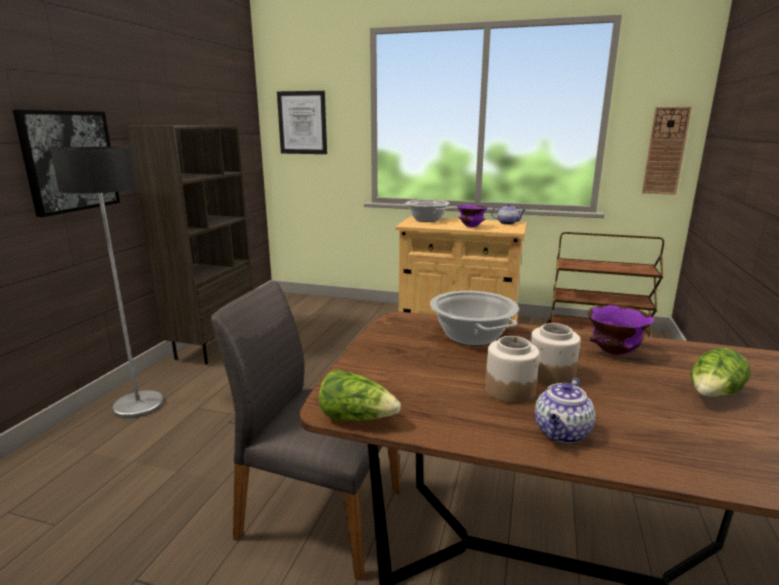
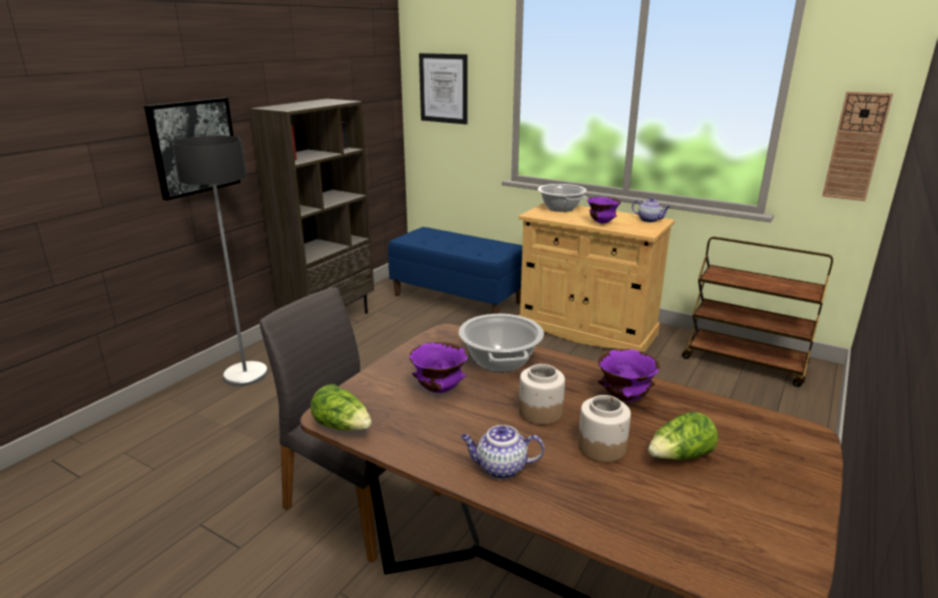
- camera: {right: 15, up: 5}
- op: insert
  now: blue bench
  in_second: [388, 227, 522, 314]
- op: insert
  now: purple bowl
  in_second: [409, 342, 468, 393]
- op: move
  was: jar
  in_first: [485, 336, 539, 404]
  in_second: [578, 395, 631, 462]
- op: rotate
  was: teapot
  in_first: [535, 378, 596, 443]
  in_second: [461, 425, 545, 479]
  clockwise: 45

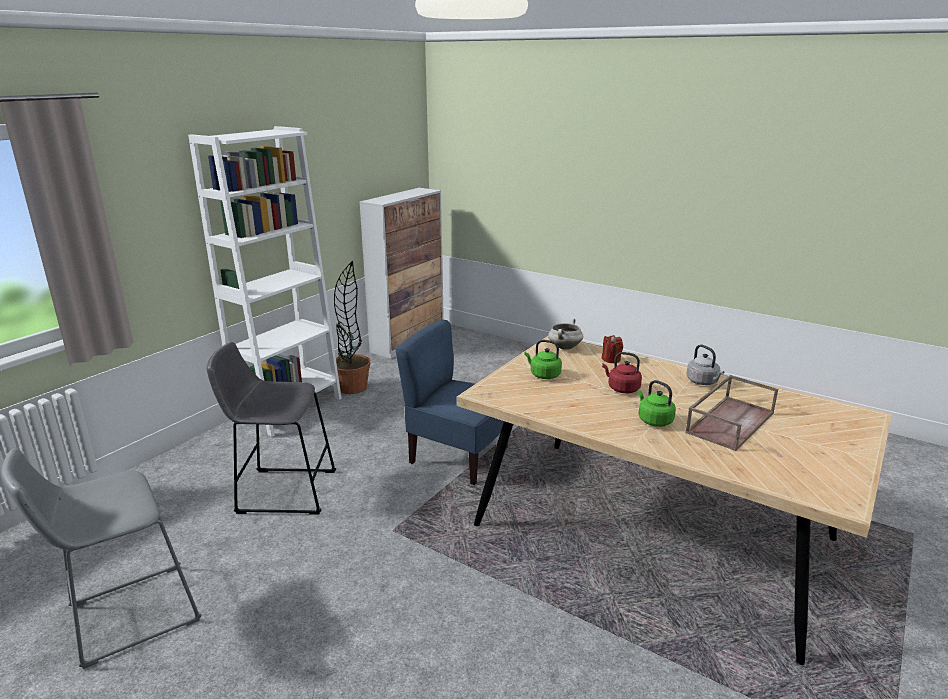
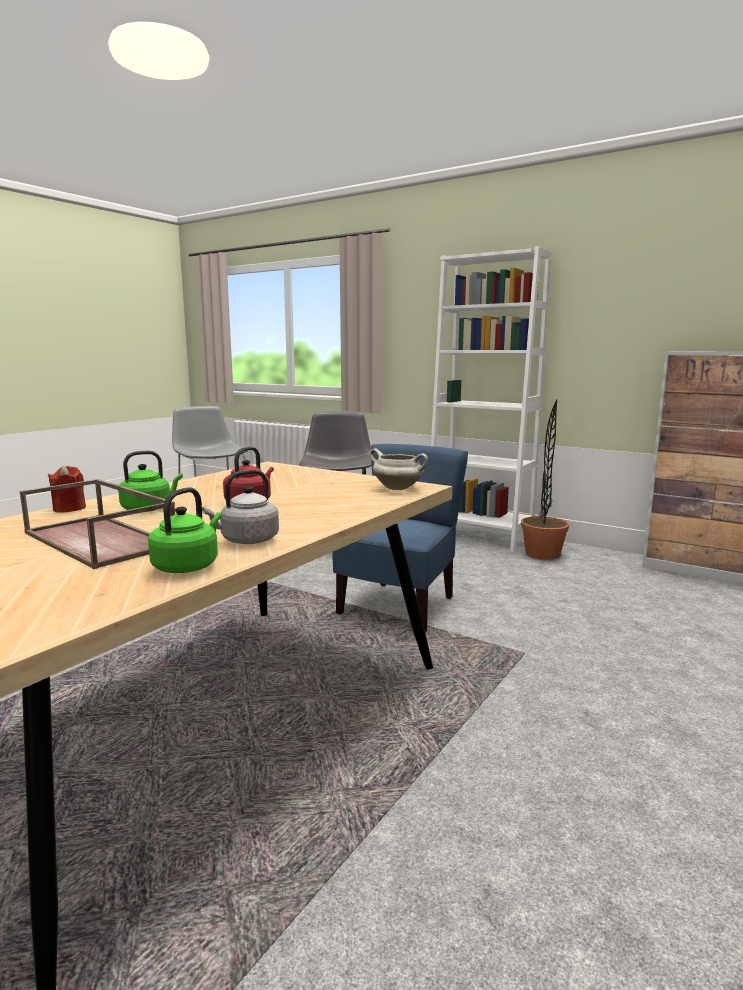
- camera: {right: 90, up: -10}
- op: move
  was: green kettle
  in_first: [524, 340, 562, 379]
  in_second: [148, 487, 221, 573]
- op: move
  was: red candle
  in_first: [602, 335, 623, 363]
  in_second: [48, 465, 86, 513]

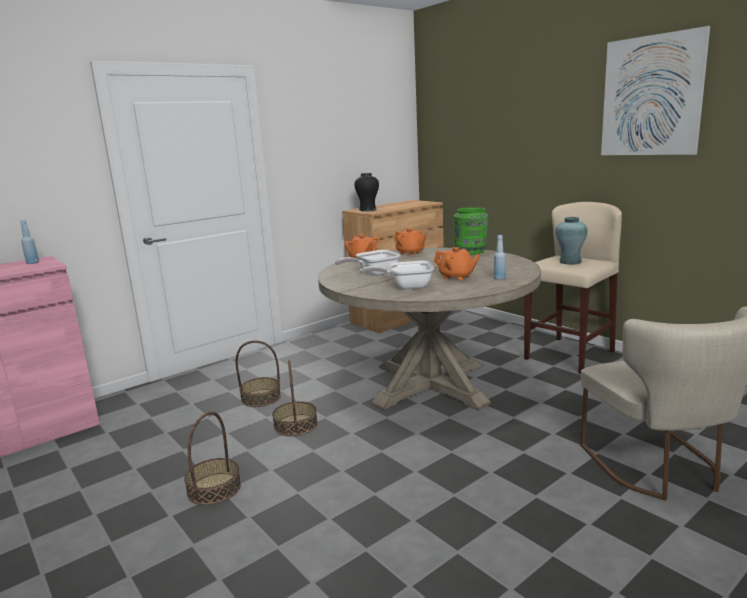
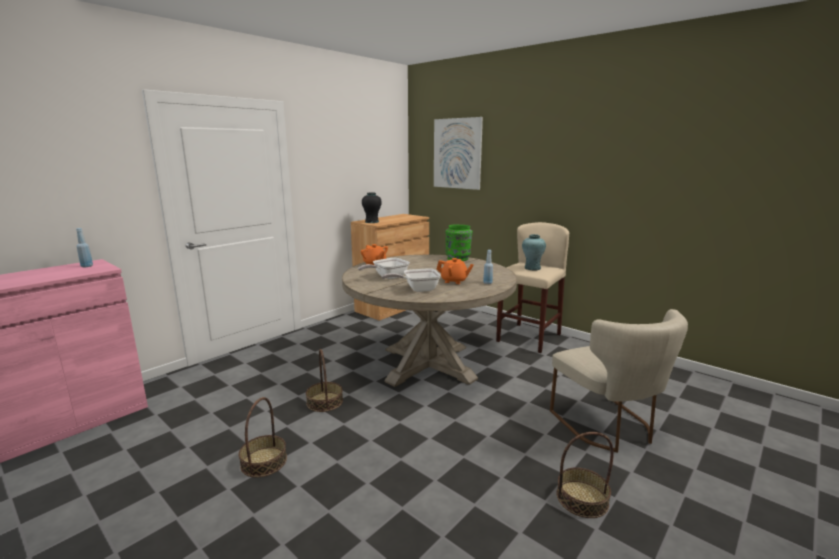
- camera: {right: -10, up: 0}
- op: delete
  was: orange teapot
  in_first: [394, 228, 427, 255]
- op: move
  was: basket
  in_first: [236, 341, 281, 407]
  in_second: [557, 432, 614, 518]
- op: move
  was: picture
  in_first: [601, 26, 710, 155]
  in_second: [434, 117, 483, 190]

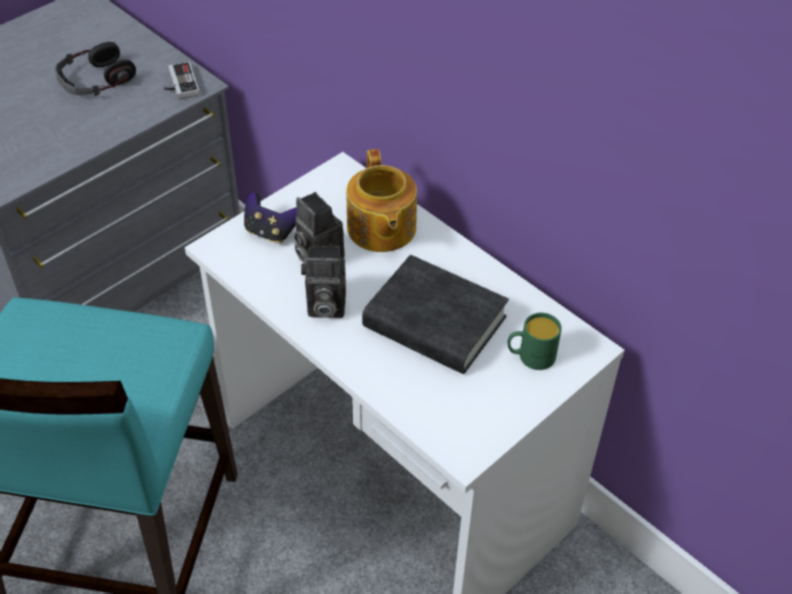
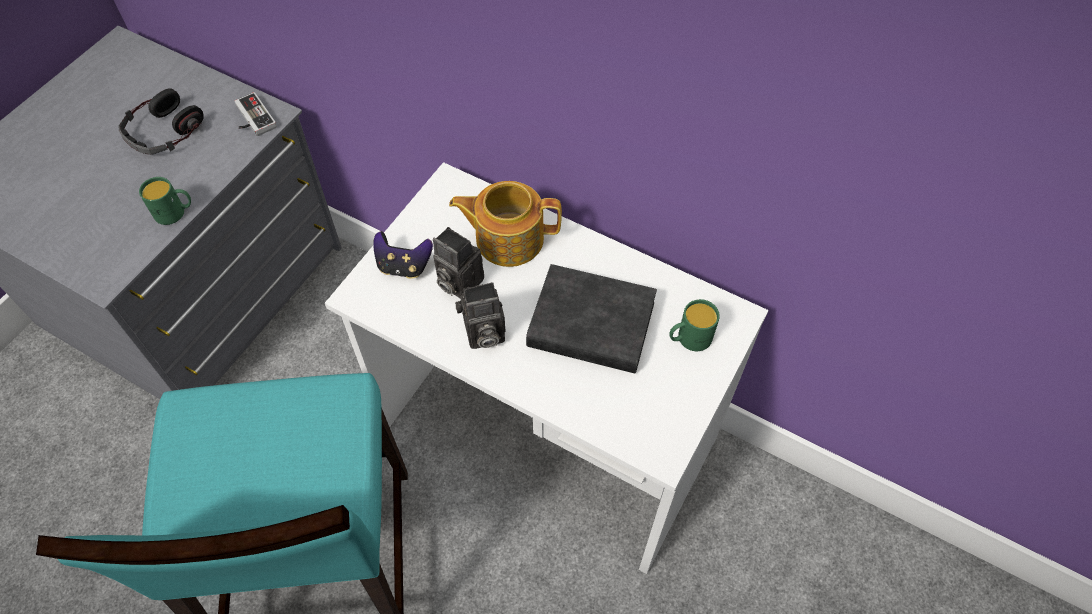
- camera: {right: -15, up: 10}
- op: insert
  now: green mug
  in_second: [139, 177, 191, 225]
- op: rotate
  was: teapot
  in_first: [346, 149, 417, 252]
  in_second: [449, 181, 562, 267]
  clockwise: 120

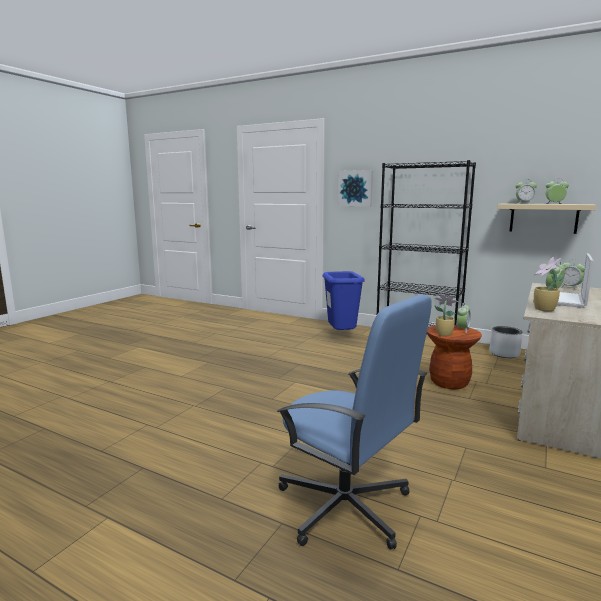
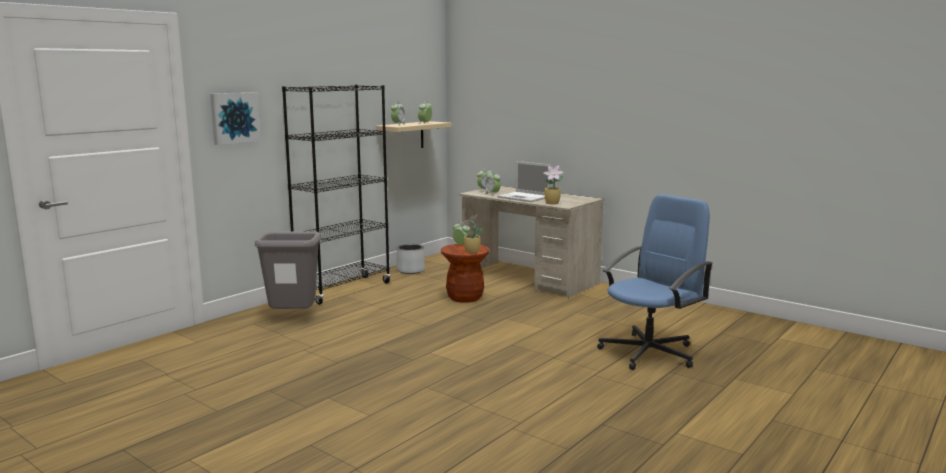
- camera: {right: -80, up: 0}
- op: recolor
  was: blue trash can
  now: grey trash can
  in_first: [323, 271, 365, 330]
  in_second: [255, 231, 321, 309]

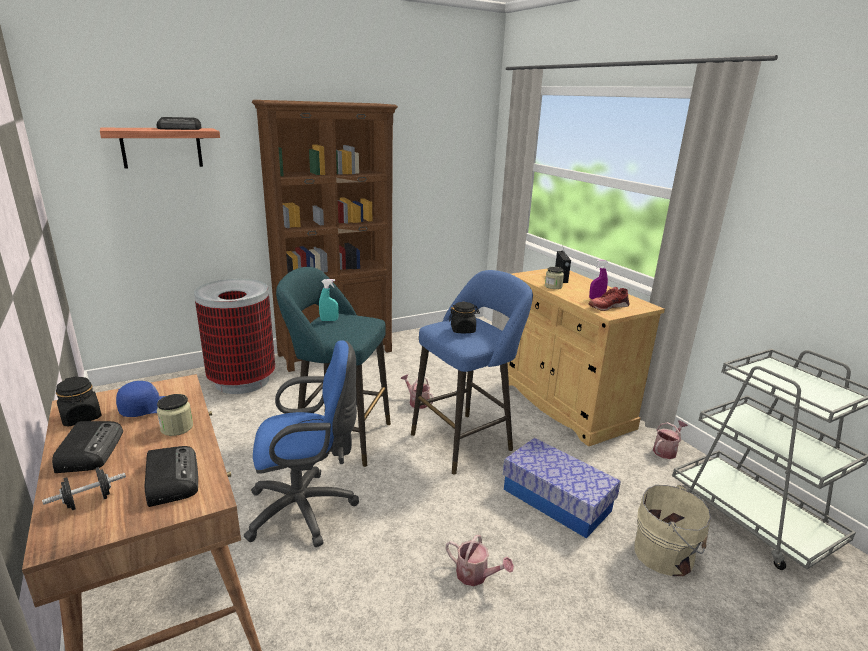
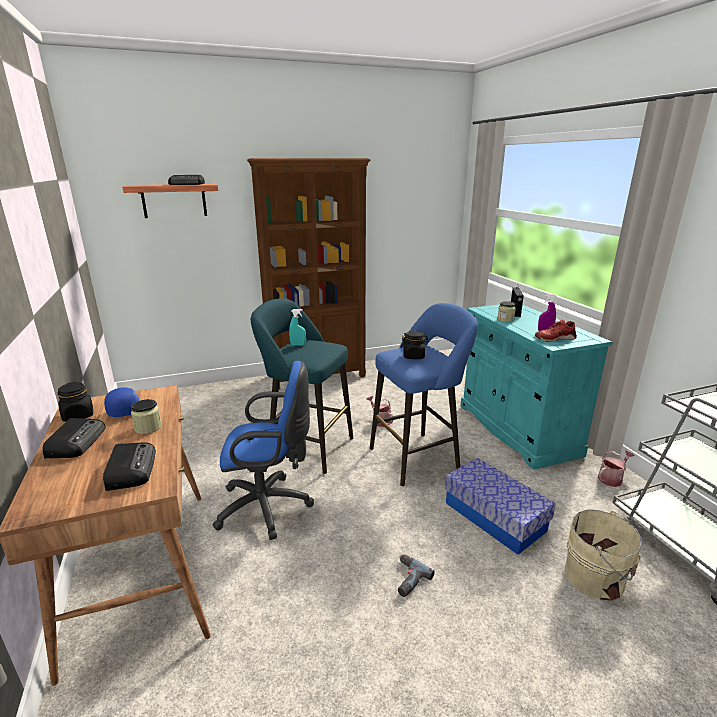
- camera: {right: 10, up: 0}
- op: delete
  was: black dumbbell
  in_first: [42, 467, 126, 510]
- op: delete
  was: trash can
  in_first: [194, 279, 275, 394]
- op: replace
  was: watering can
  now: power drill
  in_first: [446, 535, 514, 586]
  in_second: [398, 554, 435, 597]
- op: recolor
  was: beige cabinet
  now: turquoise cabinet
  in_first: [508, 268, 665, 446]
  in_second: [460, 304, 612, 470]

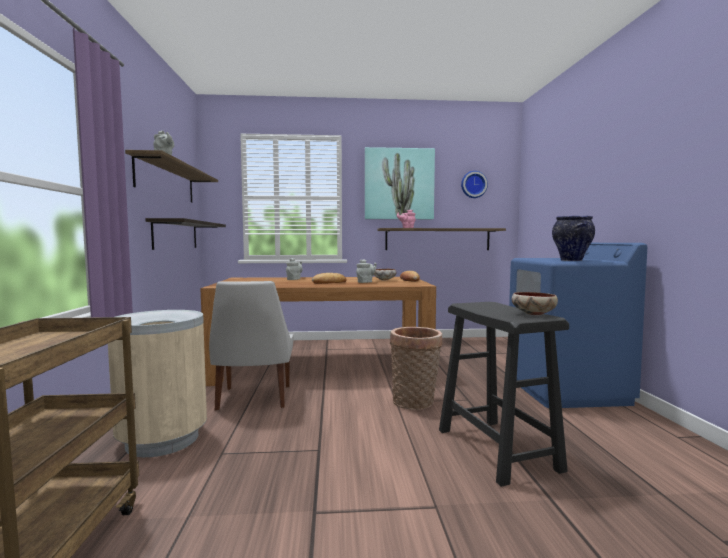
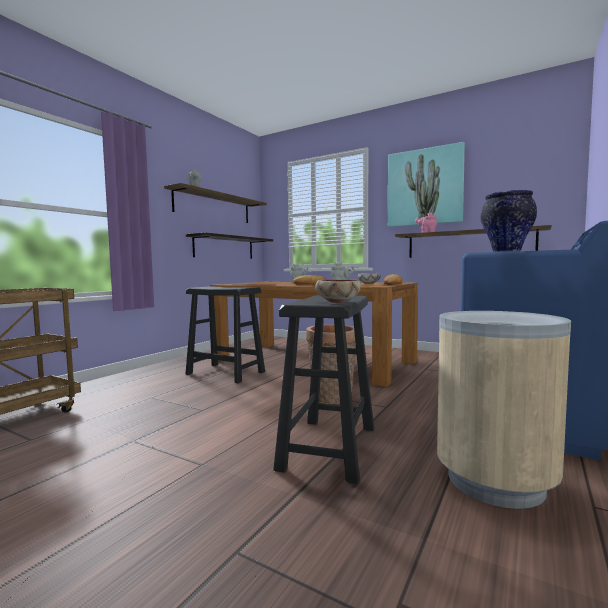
- camera: {right: 35, up: 0}
- op: delete
  was: wall clock
  in_first: [461, 171, 488, 198]
- op: move
  was: beige trash can
  in_first: [108, 310, 207, 457]
  in_second: [437, 311, 571, 509]
- op: replace
  was: white chair
  now: black stool
  in_first: [209, 281, 294, 411]
  in_second: [186, 287, 265, 383]

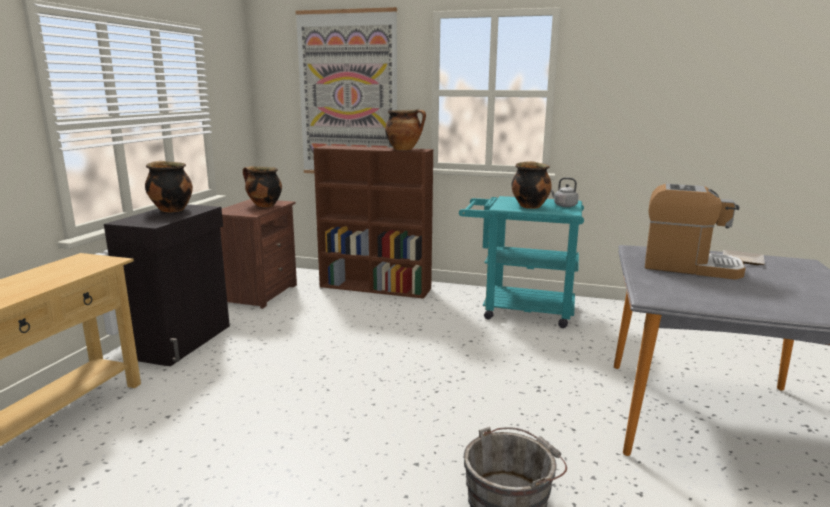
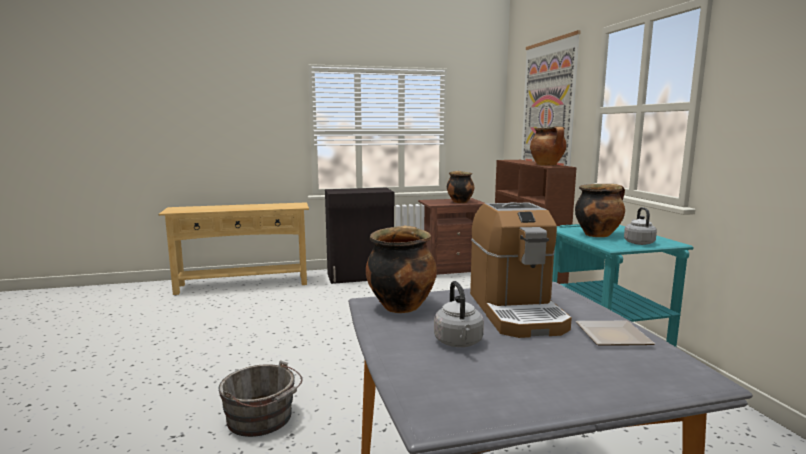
- camera: {right: 60, up: -5}
- op: insert
  now: grey kettle
  in_second: [434, 281, 484, 347]
- op: move
  was: cooking pot
  in_first: [145, 161, 193, 212]
  in_second: [366, 225, 437, 313]

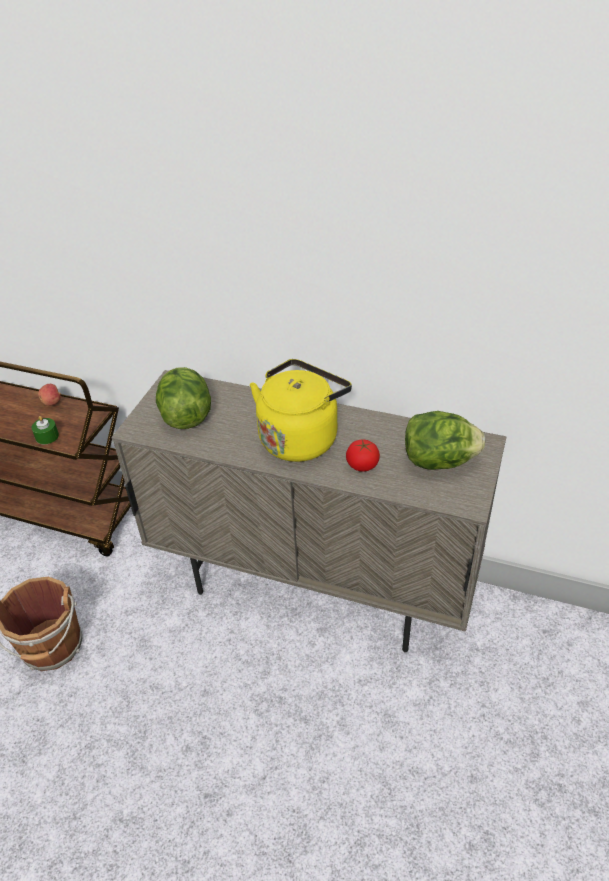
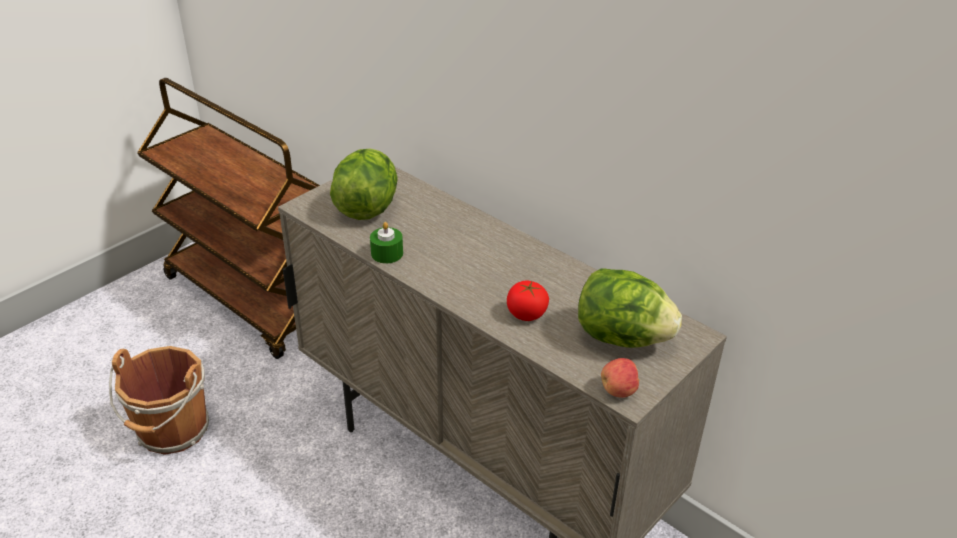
- camera: {right: 20, up: -5}
- op: delete
  was: yellow kettle
  in_first: [250, 359, 352, 462]
- op: move
  was: green candle
  in_first: [32, 416, 59, 444]
  in_second: [370, 222, 403, 264]
- op: move
  was: apple
  in_first: [38, 384, 61, 406]
  in_second: [601, 358, 640, 398]

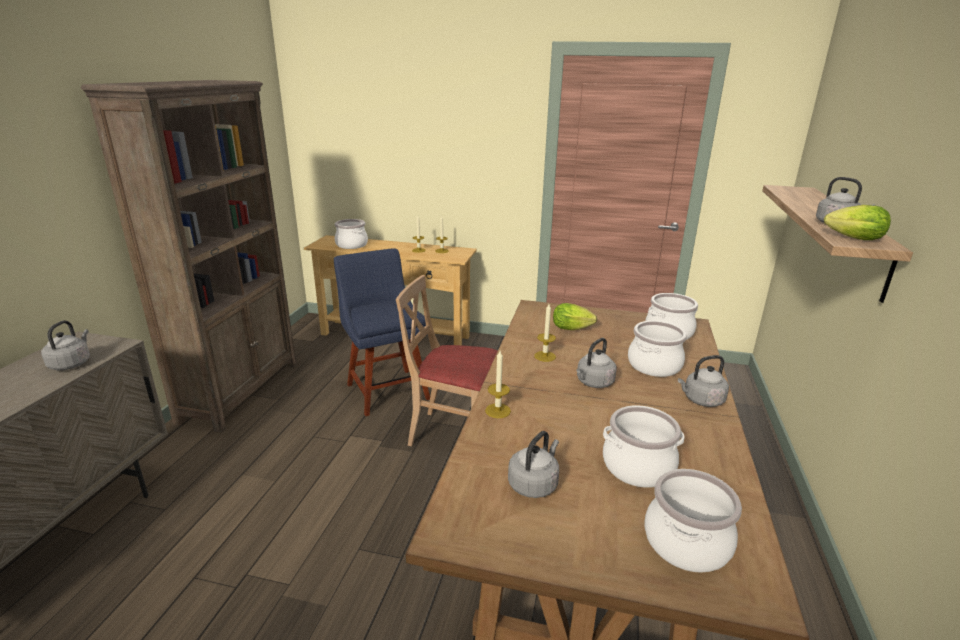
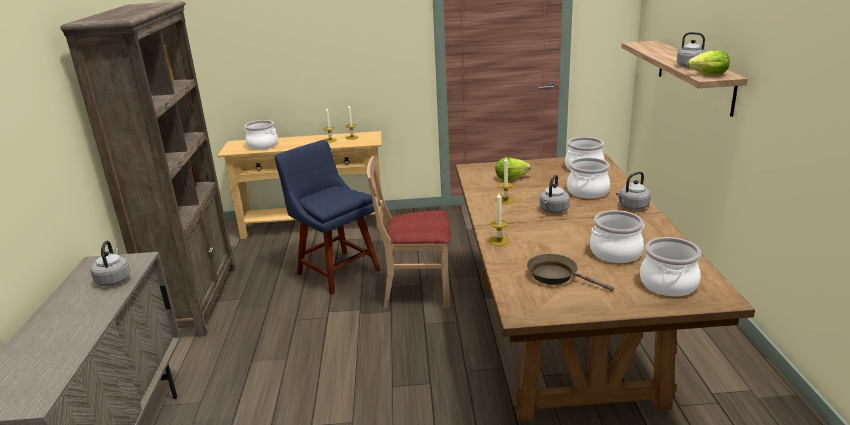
- camera: {right: -15, up: 0}
- op: replace
  was: grey kettle
  now: brown frying pan
  in_first: [508, 431, 559, 498]
  in_second: [527, 254, 614, 291]

